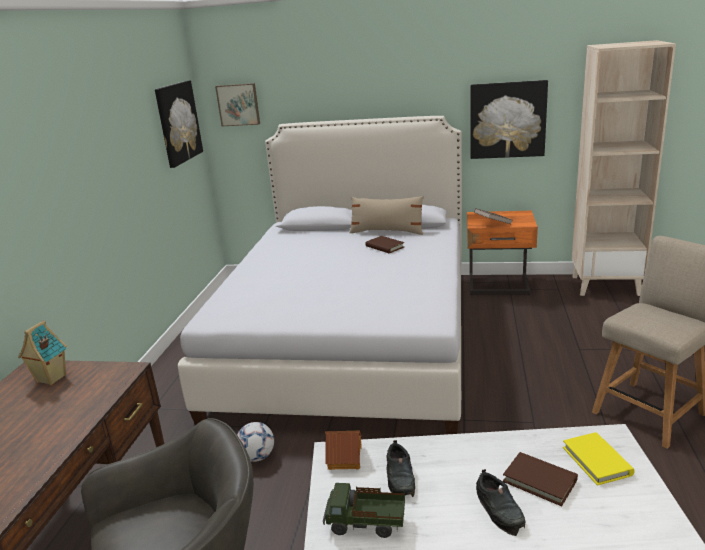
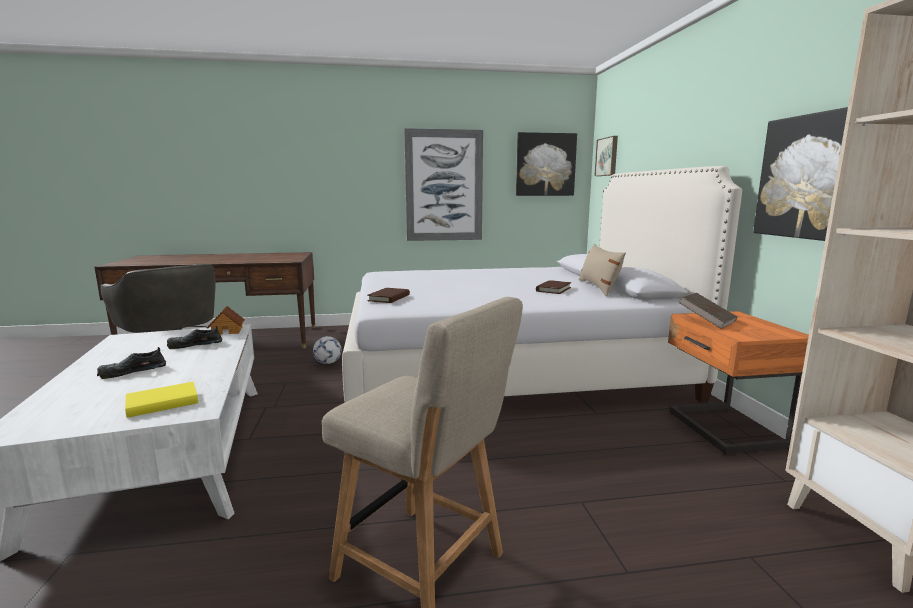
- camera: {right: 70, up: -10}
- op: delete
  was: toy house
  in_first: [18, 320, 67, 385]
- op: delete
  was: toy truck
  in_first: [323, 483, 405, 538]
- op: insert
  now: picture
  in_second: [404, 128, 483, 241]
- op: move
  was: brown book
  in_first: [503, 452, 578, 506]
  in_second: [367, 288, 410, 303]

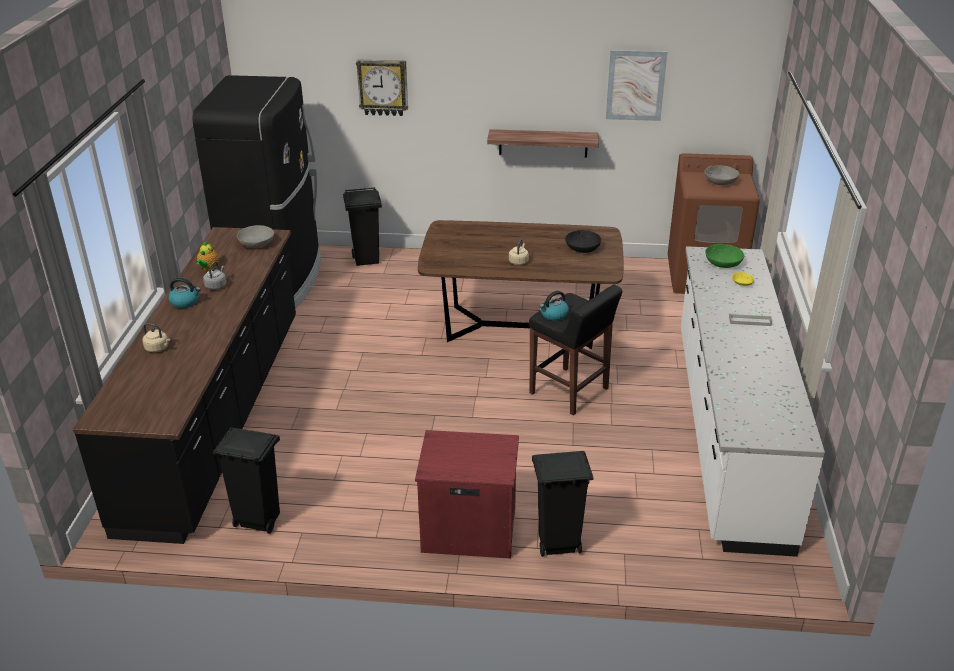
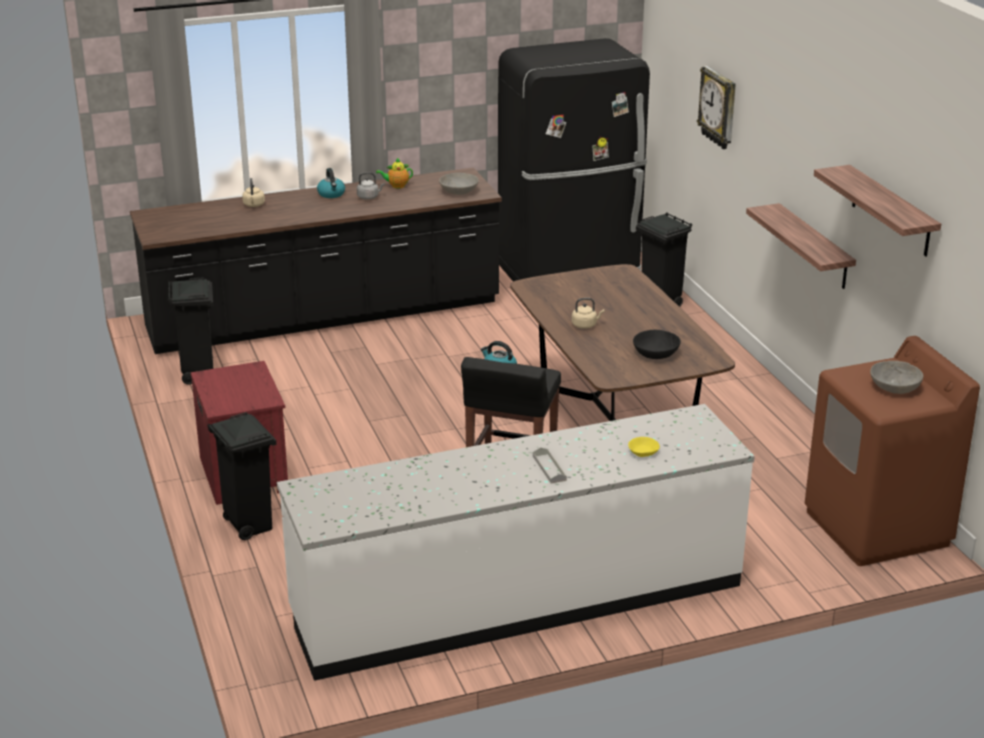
- camera: {right: 65, up: -5}
- op: delete
  was: green bowl
  in_first: [705, 244, 744, 268]
- op: replace
  was: picture
  now: shelf
  in_first: [606, 50, 667, 121]
  in_second: [814, 165, 941, 256]

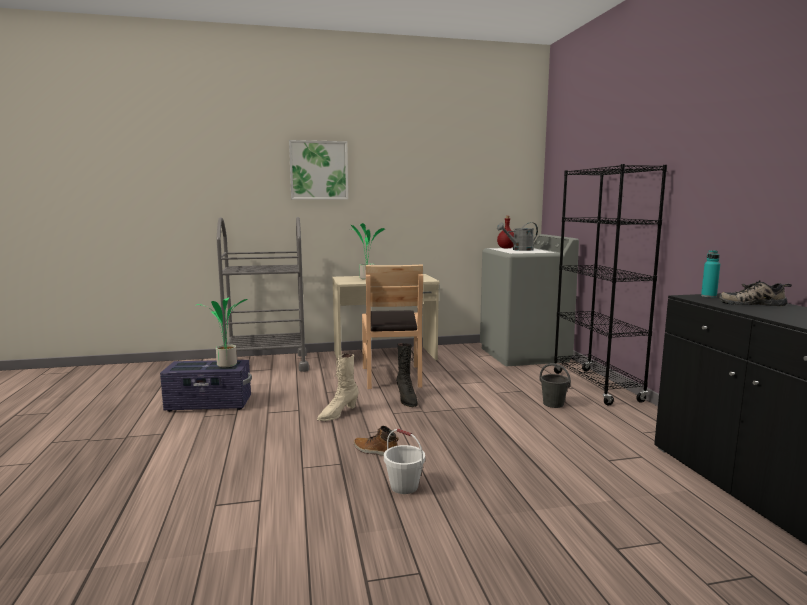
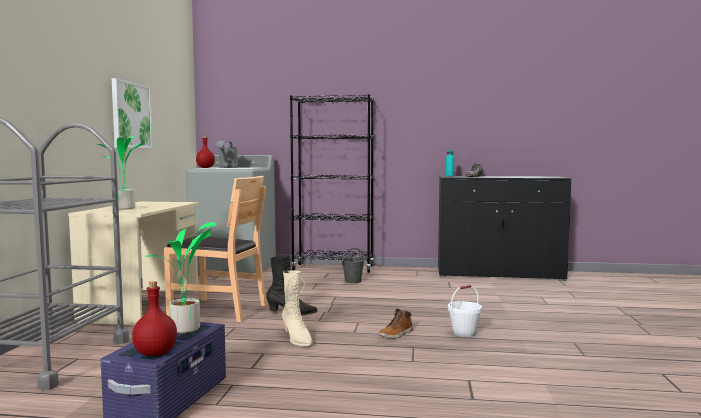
- camera: {right: -70, up: -5}
- op: insert
  now: red bottle
  in_second: [132, 281, 177, 356]
- op: move
  was: picture
  in_first: [289, 140, 348, 200]
  in_second: [112, 78, 153, 148]

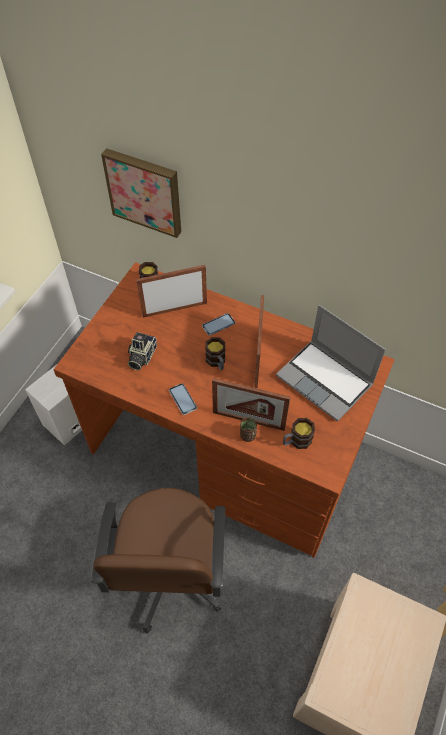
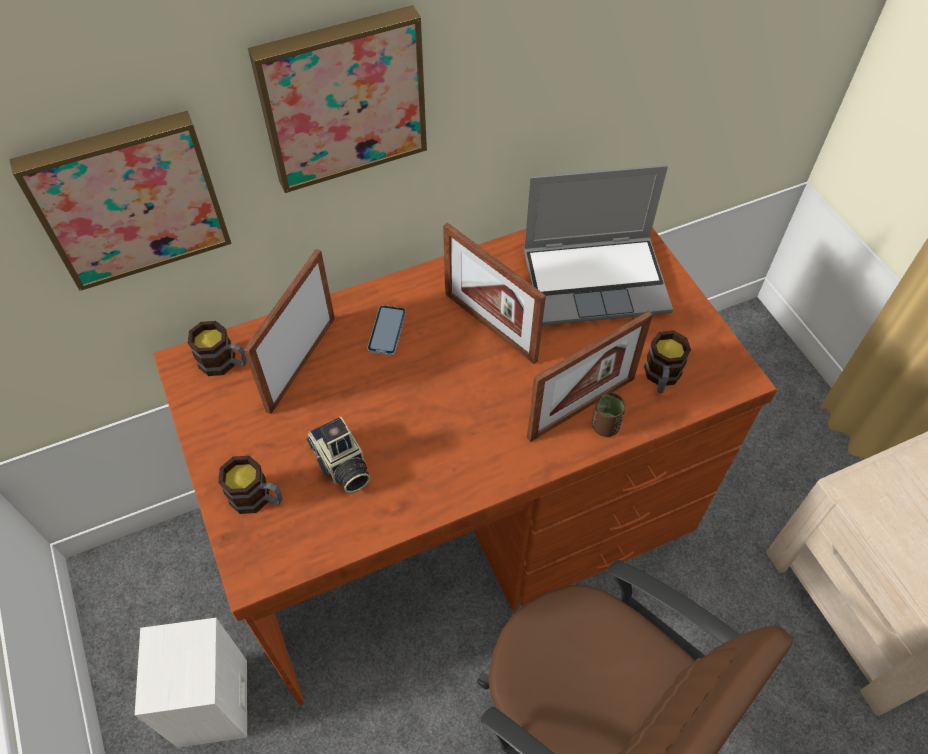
- camera: {right: -50, up: 0}
- op: delete
  was: phone
  in_first: [169, 383, 197, 415]
- op: insert
  now: picture
  in_second: [248, 5, 427, 193]
- op: move
  was: mug
  in_first: [205, 337, 225, 370]
  in_second: [218, 456, 283, 514]

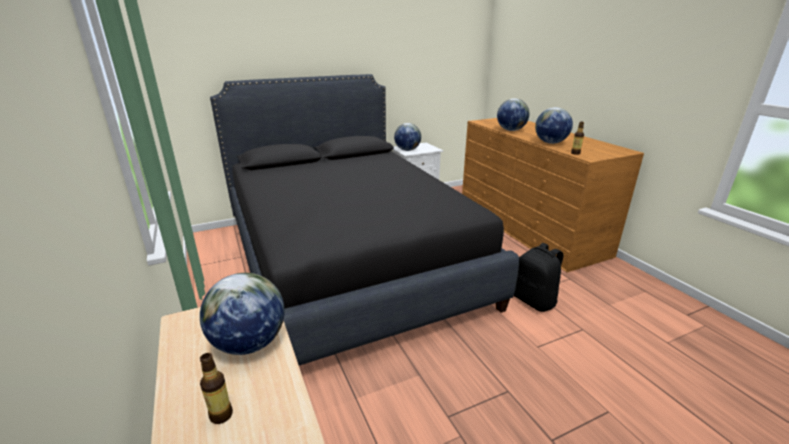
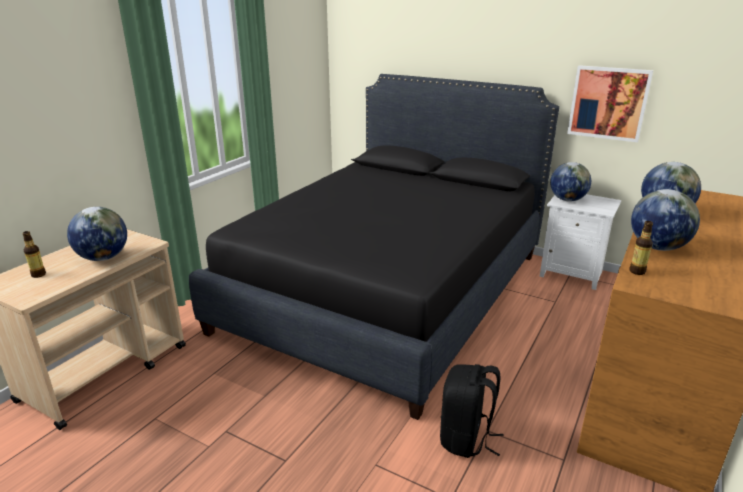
- camera: {right: 55, up: 0}
- op: insert
  now: picture
  in_second: [567, 65, 653, 143]

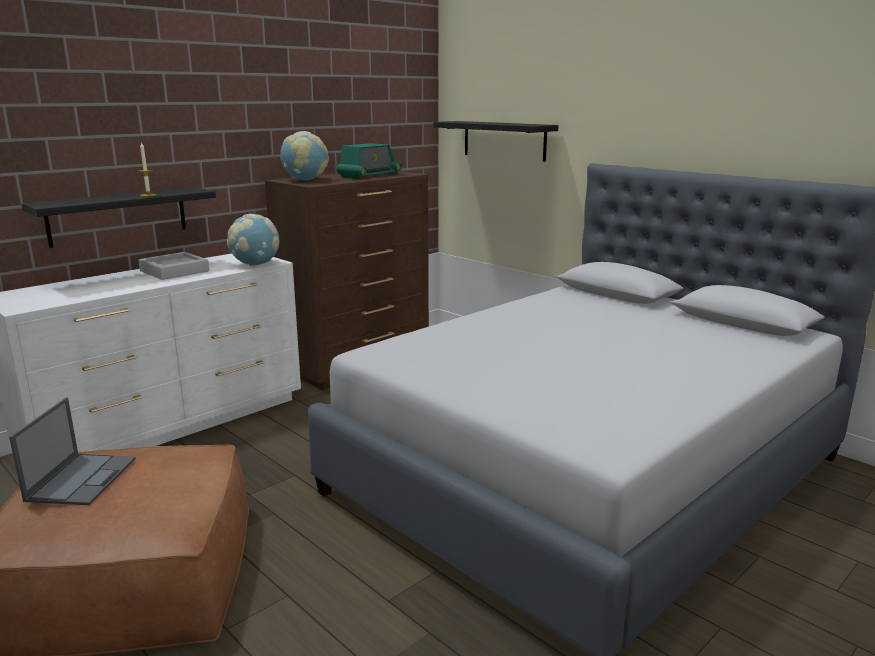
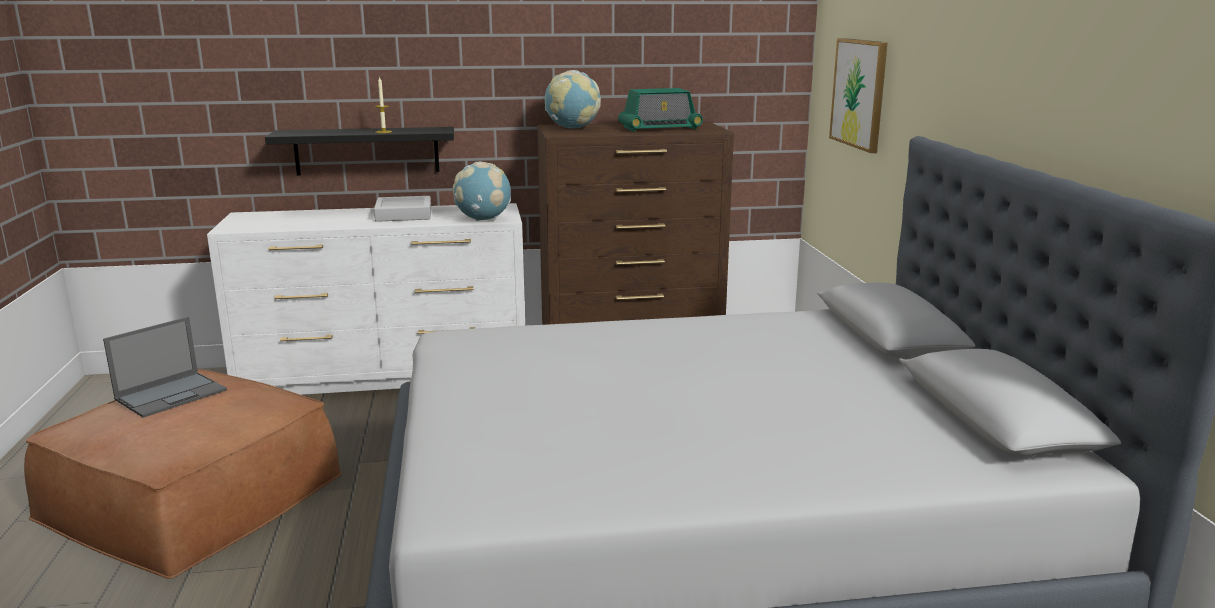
- camera: {right: 35, up: 0}
- op: replace
  was: black shelf
  now: picture
  in_first: [433, 121, 558, 162]
  in_second: [829, 38, 888, 153]

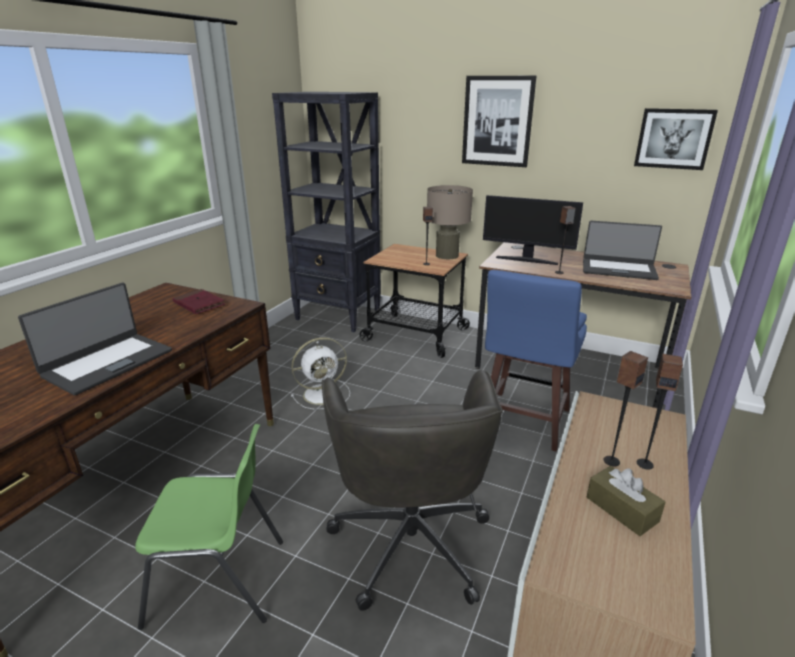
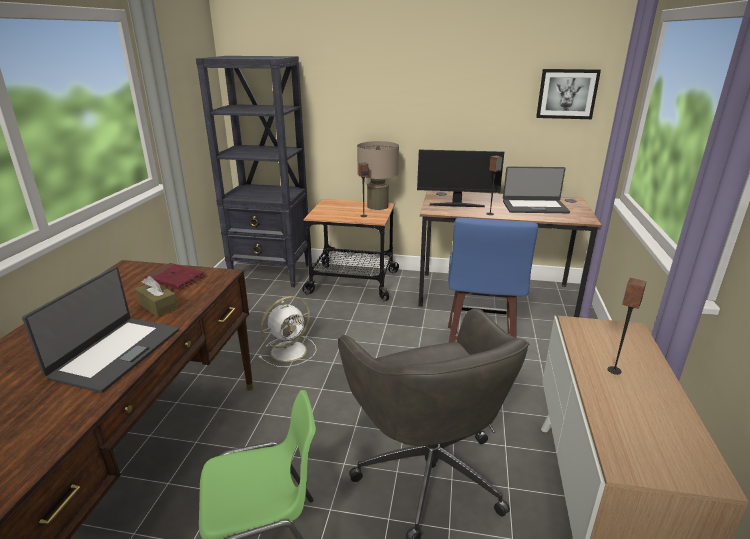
- camera: {right: -15, up: 0}
- op: delete
  was: picture
  in_first: [462, 76, 536, 167]
- op: delete
  was: speaker
  in_first: [637, 354, 683, 469]
- op: move
  was: brown tissue box
  in_first: [587, 466, 666, 536]
  in_second: [135, 276, 178, 317]

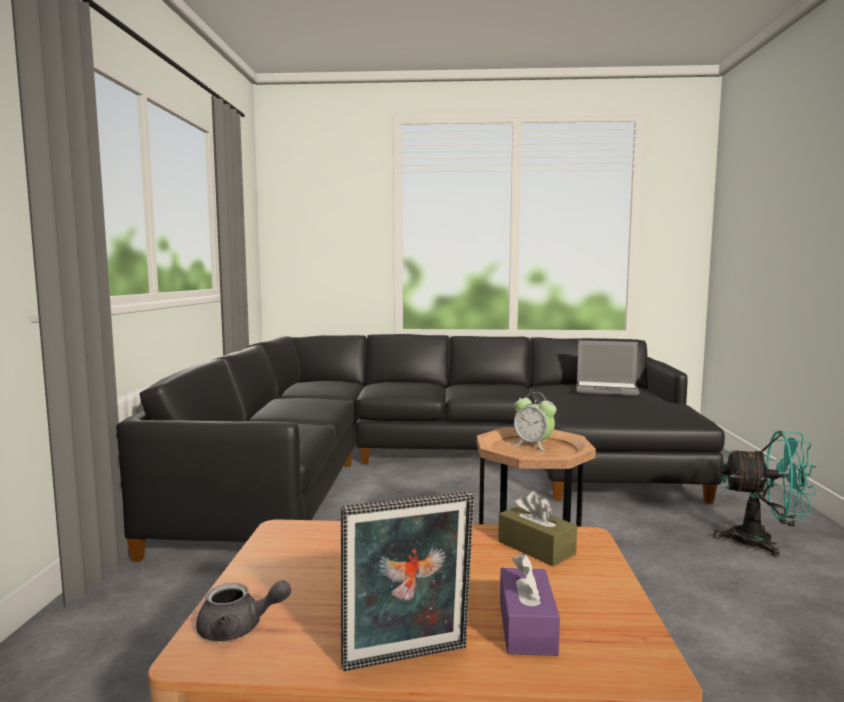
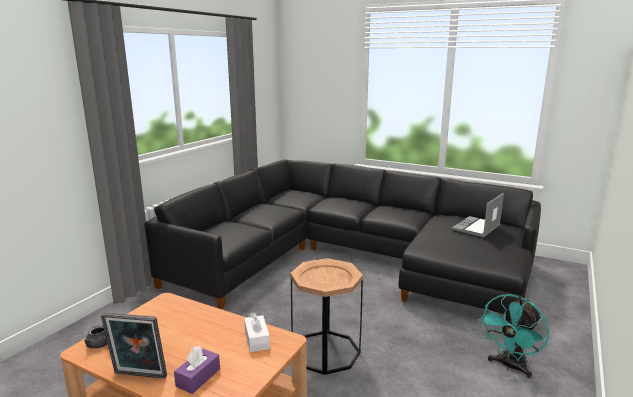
- camera: {right: 25, up: 10}
- op: delete
  was: alarm clock
  in_first: [513, 392, 556, 451]
- op: recolor
  was: brown tissue box
  now: white tissue box
  in_first: [498, 491, 577, 566]
  in_second: [244, 312, 270, 352]
- op: rotate
  was: laptop
  in_first: [577, 340, 639, 396]
  in_second: [452, 193, 504, 238]
  clockwise: 90
- op: rotate
  was: turquoise fan
  in_first: [713, 431, 816, 557]
  in_second: [479, 294, 549, 378]
  clockwise: 90

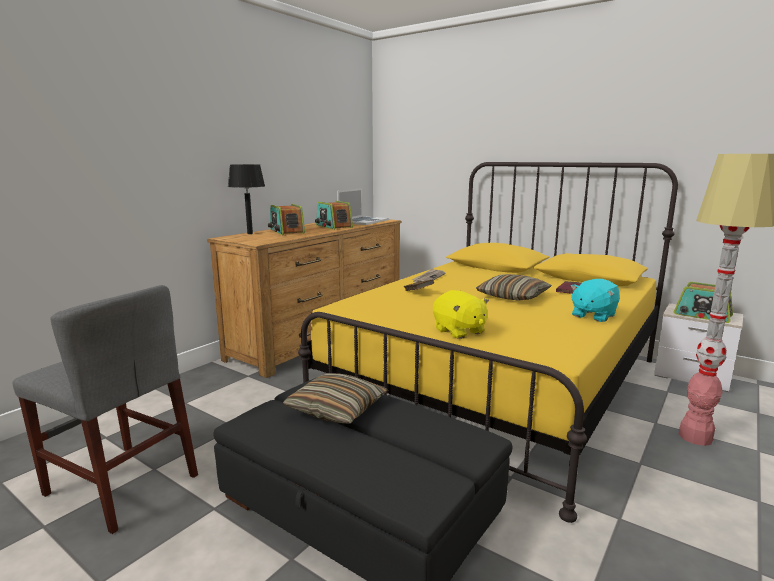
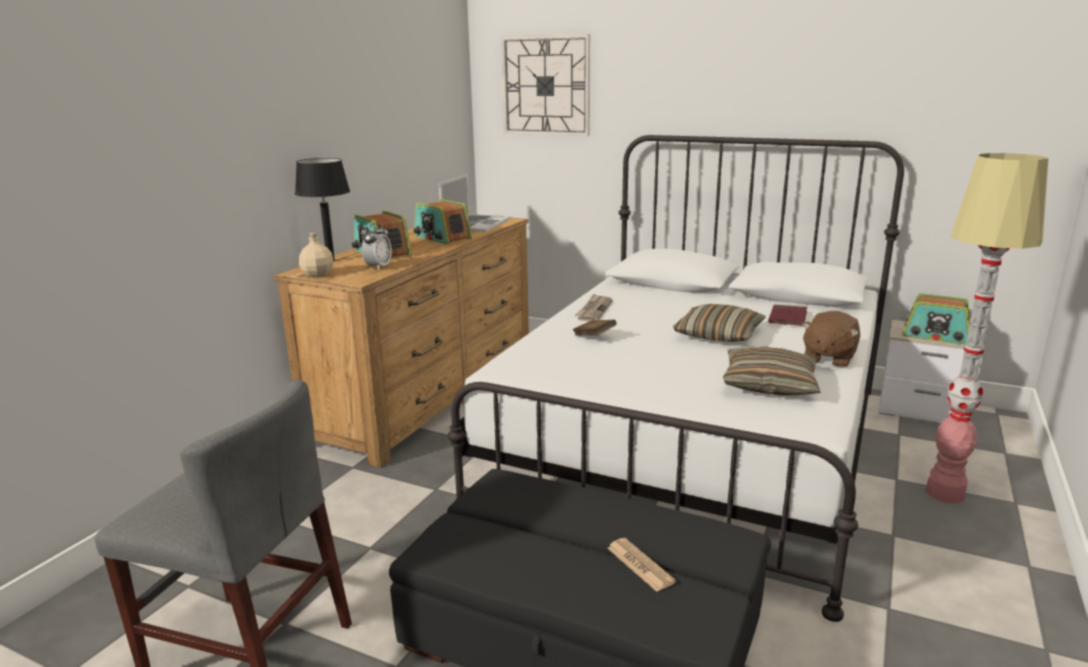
- camera: {right: -10, up: 5}
- op: delete
  was: yellow plush toy
  in_first: [433, 290, 489, 339]
- op: insert
  now: beige bottle
  in_second: [299, 232, 333, 277]
- op: insert
  now: alarm clock
  in_second: [362, 223, 392, 270]
- op: insert
  now: wall clock
  in_second: [501, 34, 590, 136]
- op: insert
  now: newspaper
  in_second: [607, 538, 676, 592]
- op: move
  was: pillow
  in_first: [283, 373, 388, 424]
  in_second: [723, 346, 821, 395]
- op: recolor
  was: yellow bed
  now: white bed
  in_first: [298, 162, 678, 523]
  in_second: [448, 135, 904, 622]
- op: recolor
  was: turquoise plush toy
  now: brown plush toy
  in_first: [570, 279, 620, 322]
  in_second: [802, 311, 860, 368]

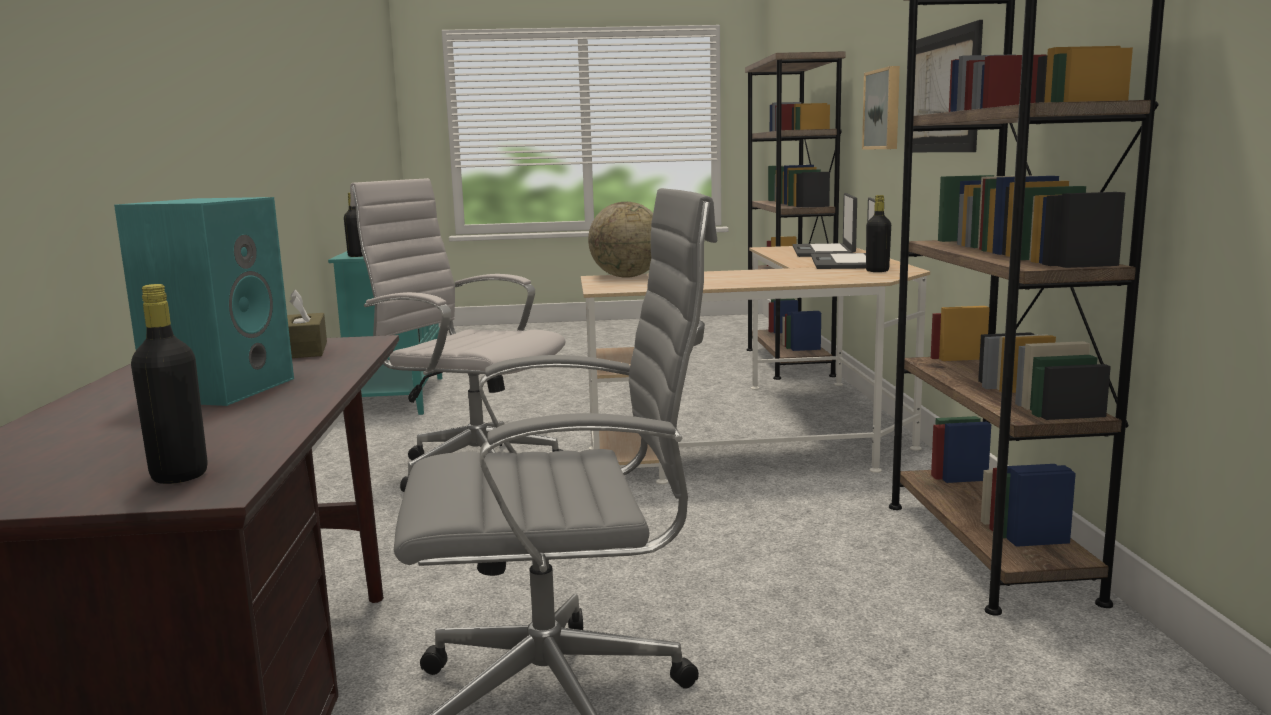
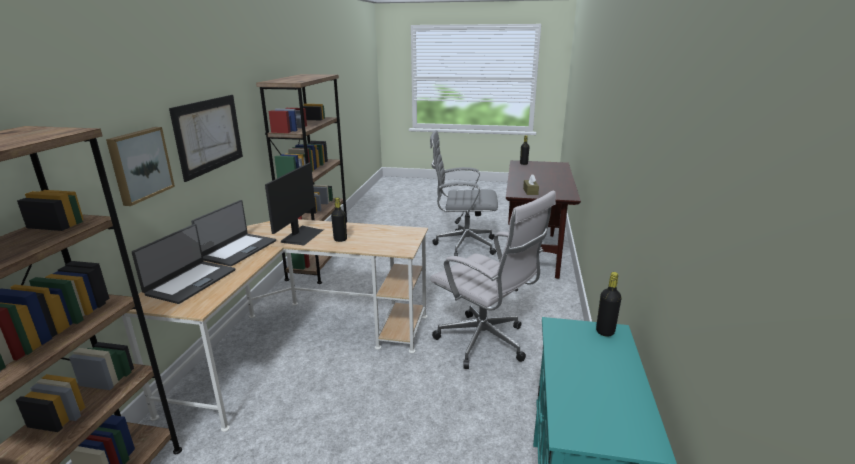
- camera: {right: -165, up: 10}
- op: delete
  was: turquoise speaker
  in_first: [114, 197, 294, 406]
- op: delete
  was: globe
  in_first: [588, 202, 653, 278]
- op: insert
  now: monitor
  in_second: [265, 163, 324, 245]
- op: move
  was: black bottle
  in_first: [866, 195, 891, 272]
  in_second: [331, 198, 347, 242]

